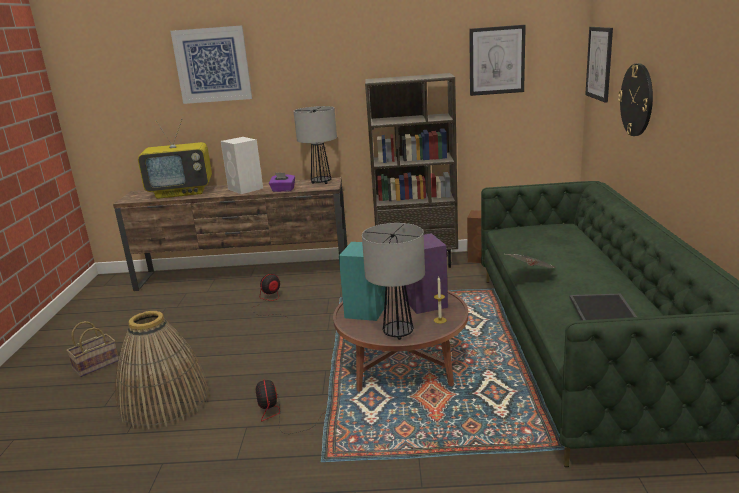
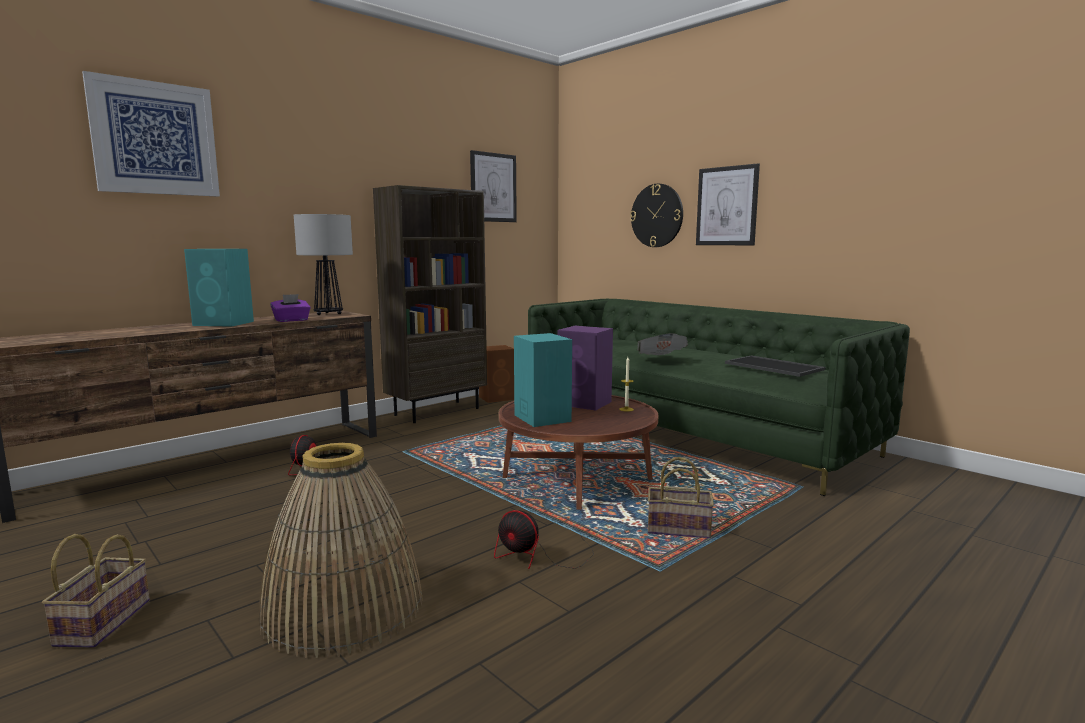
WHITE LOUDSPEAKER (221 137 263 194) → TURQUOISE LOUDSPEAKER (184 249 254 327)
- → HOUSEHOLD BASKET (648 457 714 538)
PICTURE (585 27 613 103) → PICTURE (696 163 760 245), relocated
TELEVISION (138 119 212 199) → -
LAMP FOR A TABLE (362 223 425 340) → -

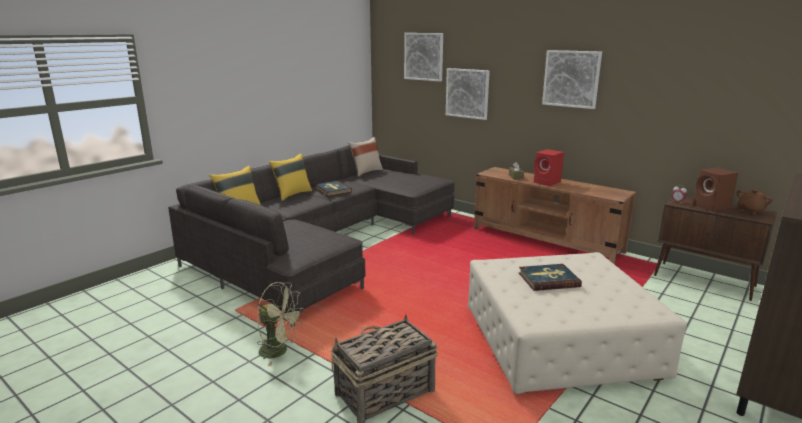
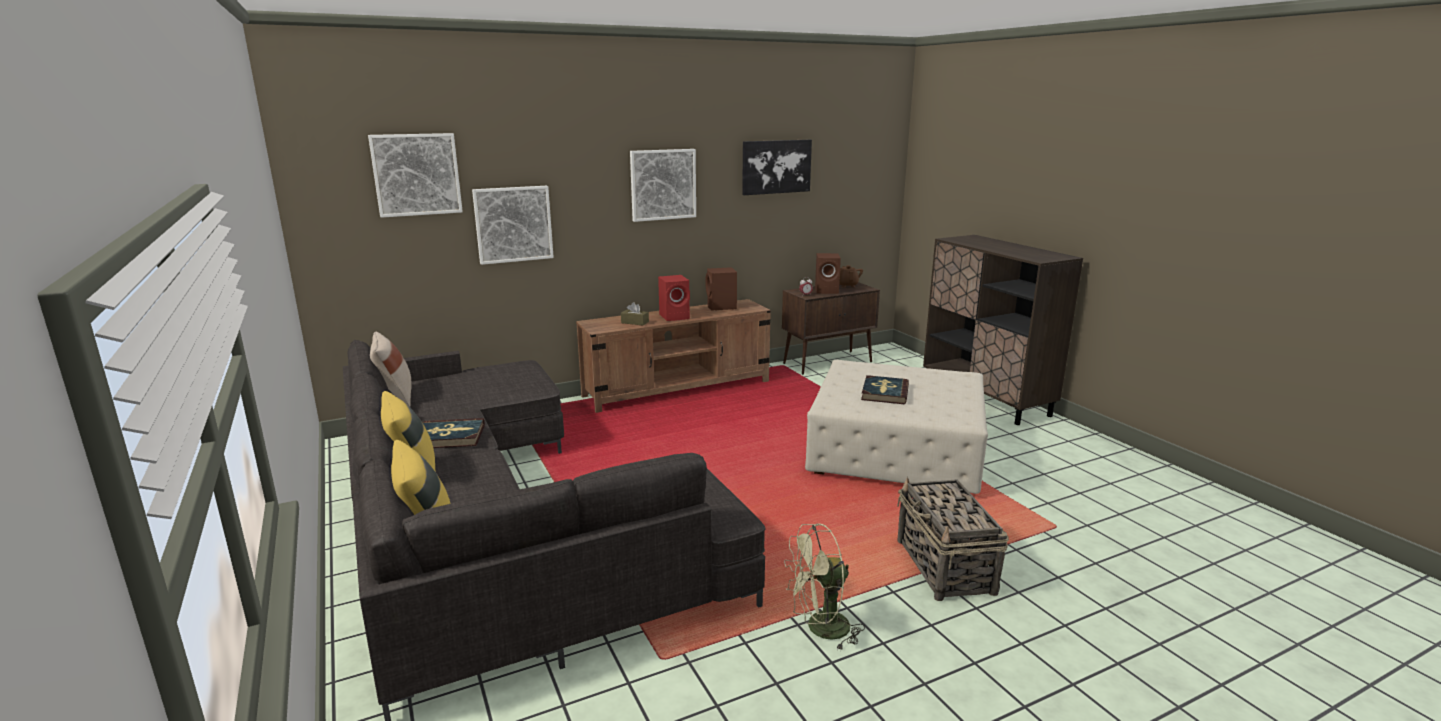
- → BROWNISH LOUDSPEAKER (706 267 737 311)
- → PICTURE (742 140 812 195)
GREENISH FAN (257 282 304 366) → GREENISH FAN (784 524 865 651), 150 degrees counterclockwise

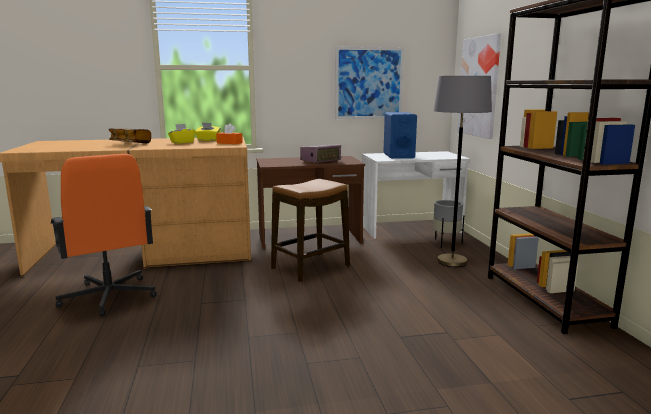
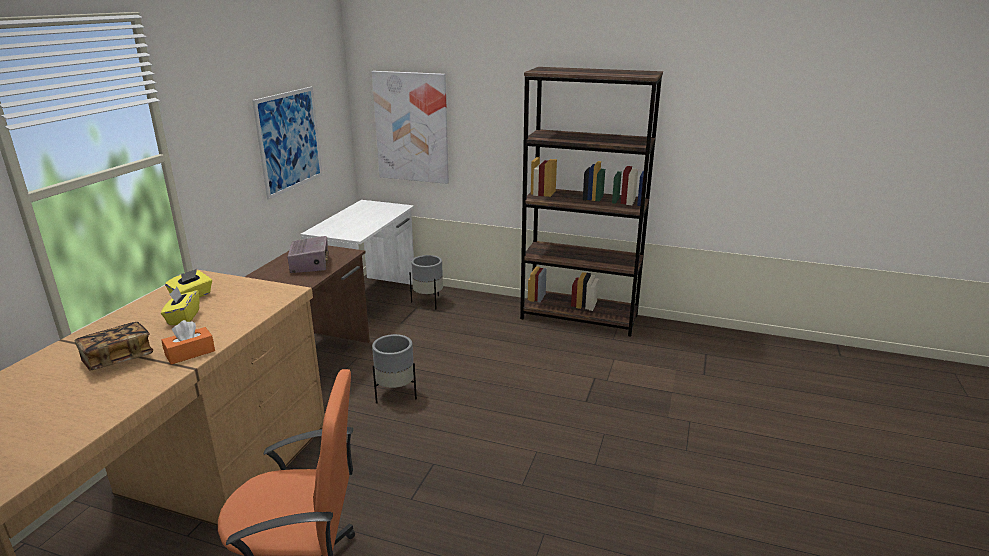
ORANGE TISSUE BOX (216 123 243 144) → ORANGE TISSUE BOX (161 320 215 365), relocated
STOOL SEAT (271 179 350 282) → GREY FLOWER POT (372 334 417 403)
BLUE LOUDSPEAKER (384 112 417 159) → -
GREY STANDARD LAMP (434 76 492 267) → -

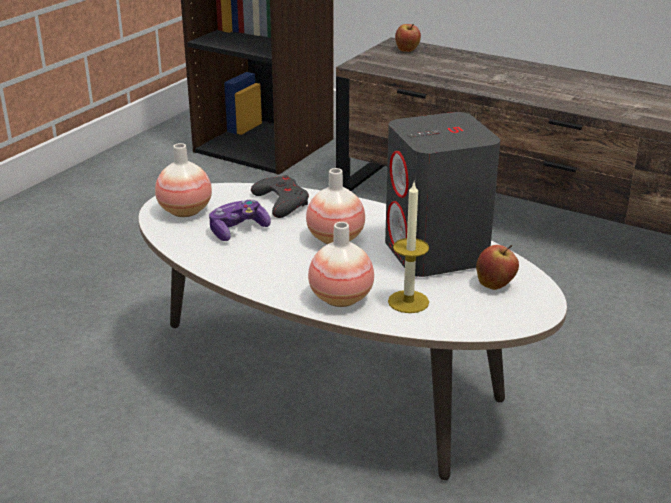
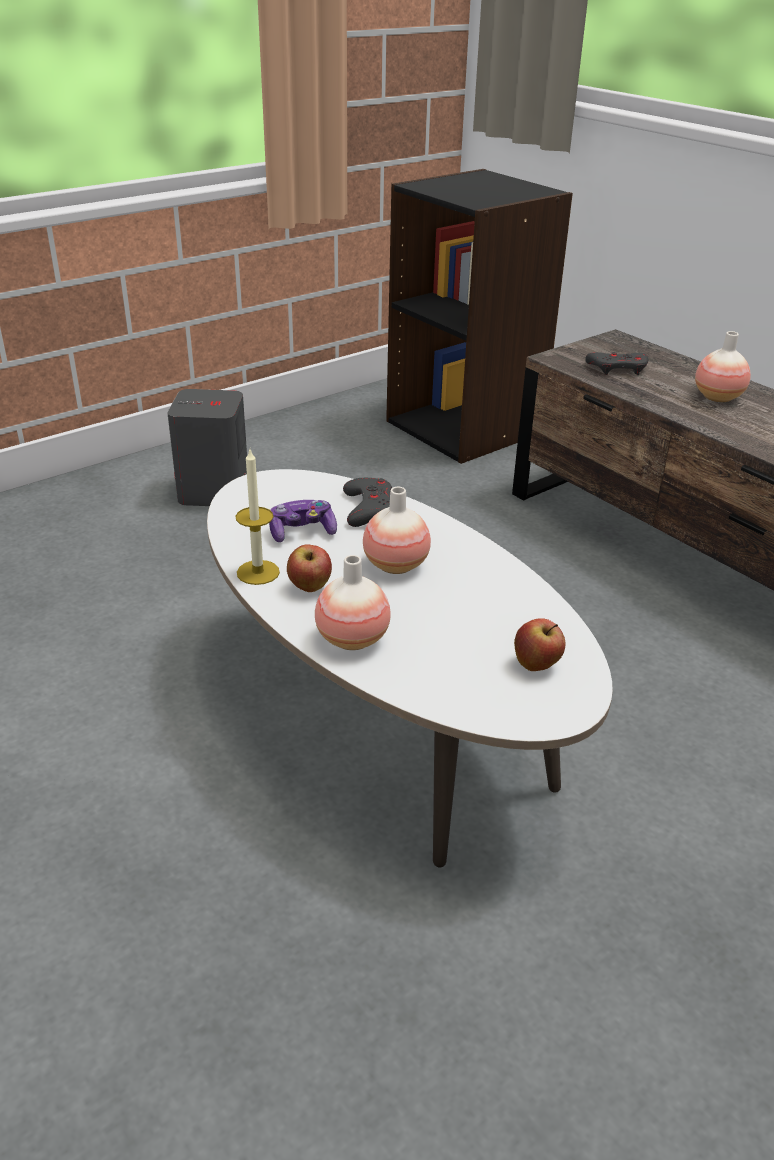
GREY LOUDSPEAKER (385 112 500 277) → GREY LOUDSPEAKER (167 389 247 506), relocated
WAX CANDLE (388 183 429 313) → WAX CANDLE (236 450 280 585), relocated
WHOLE APPLE (395 24 421 52) → WHOLE APPLE (287 544 332 592), relocated
- → GREY JOYPAD (585 352 648 375)
DECORATIVE VASE (155 143 212 217) → DECORATIVE VASE (695 331 751 402), relocated

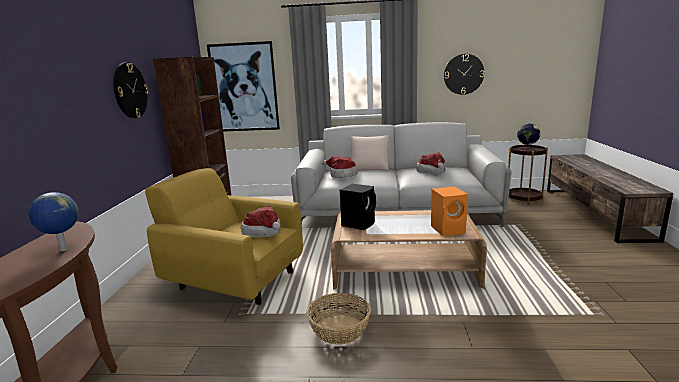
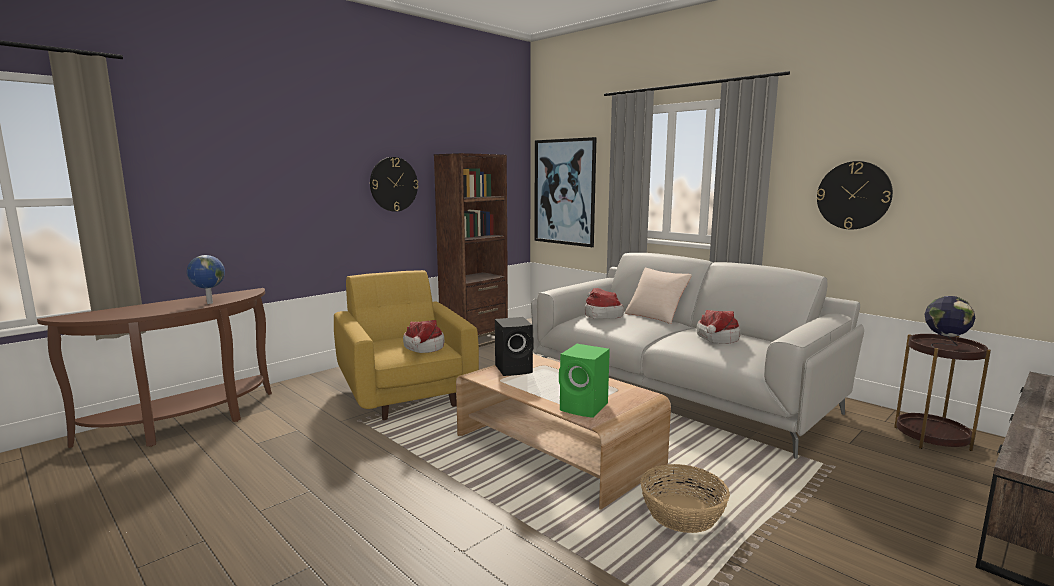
ORANGE LOUDSPEAKER (431 186 468 236) → GREENISH LOUDSPEAKER (559 344 610 418)
HOUSEHOLD BASKET (306 293 371 345) → HOUSEHOLD BASKET (640 464 730 533), relocated

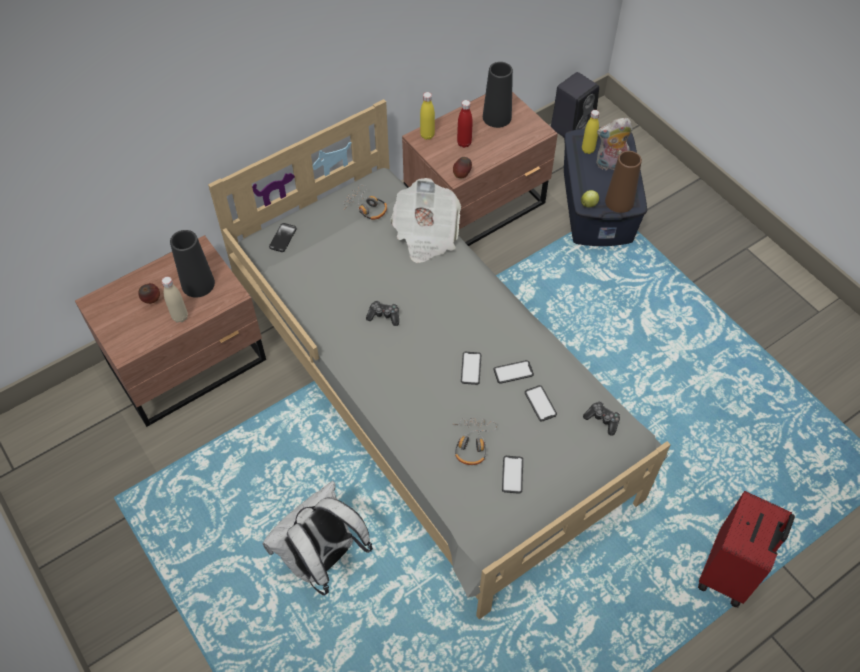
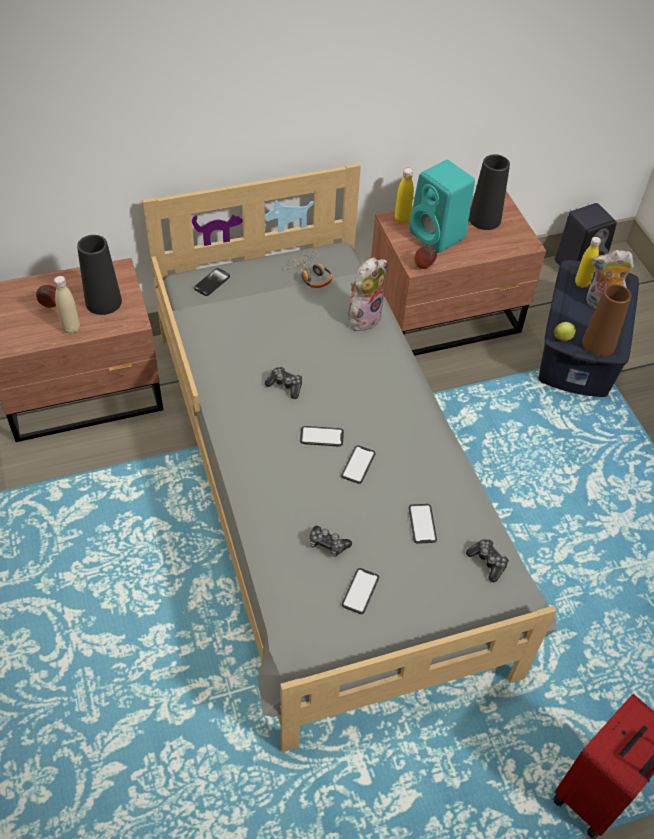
TELEPHONE (493 360 534 383) → TELEPHONE (300 426 344 447), relocated
PAIR OF HEADPHONES (454 418 497 465) → JOYPAD (310 526 352 557)
PRINTED PAPER (391 178 461 263) → CUDDLY TOY (348 258 387 331)
RED DRINK BOTTLE (457 100 473 148) → TURQUOISE LOUDSPEAKER (409 160 475 253)
WHITE KNAPSACK (262 481 373 596) → -

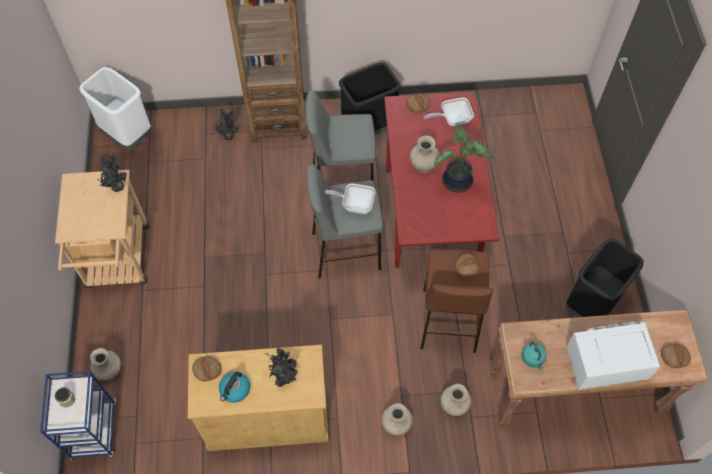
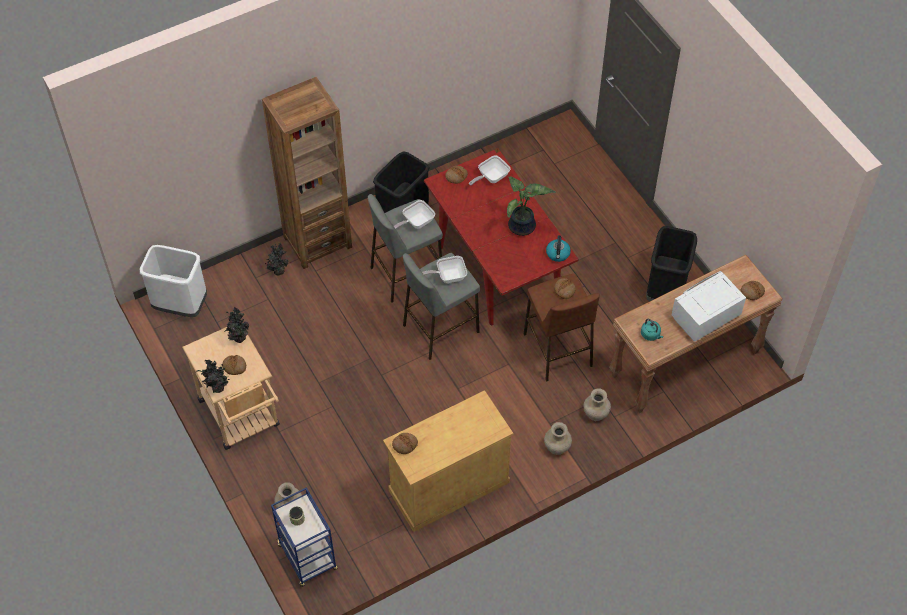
PLANT IN A POT (265 348 297 388) → PLANT IN A POT (197 360 229 393), relocated
- → BAKERY BREAD (223 355 246 375)
- → SKILLET (394 200 435 229)
KETTLE (219 371 250 403) → KETTLE (546 235 571 262), relocated
BEIGE DECORATIVE VASE (410 135 440 173) → -

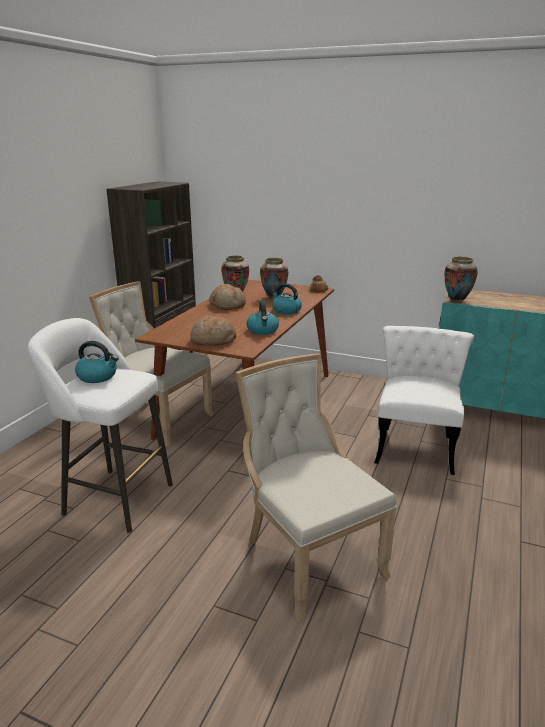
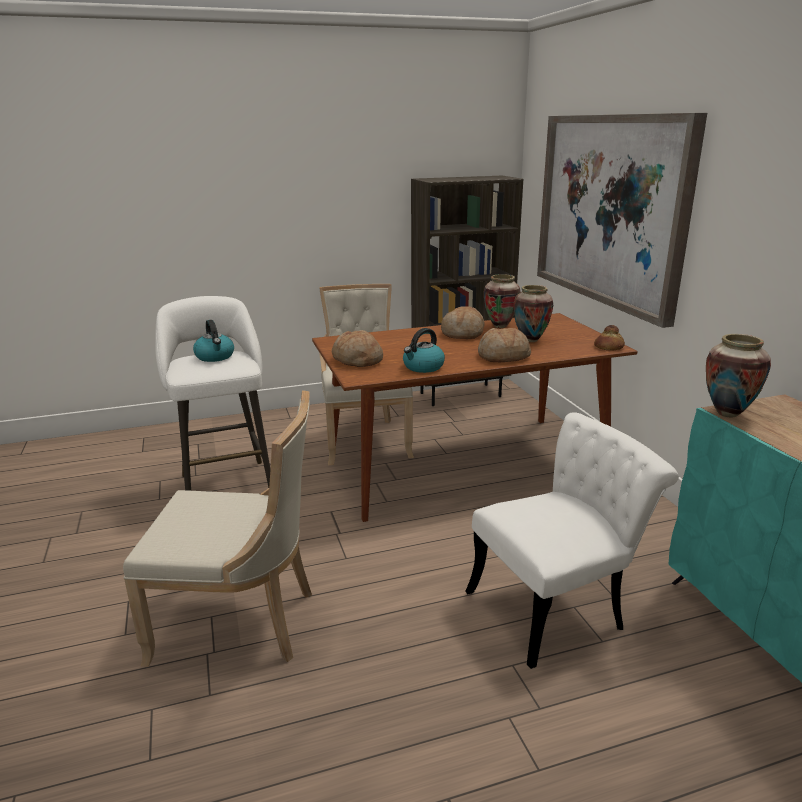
BEIGE CHAIR (236 353 397 622) → BEIGE CHAIR (123 390 312 667), 75 degrees clockwise
KETTLE (271 283 302 315) → BAKERY BREAD (478 328 531 362)
- → PICTURE (537 113 707 328)

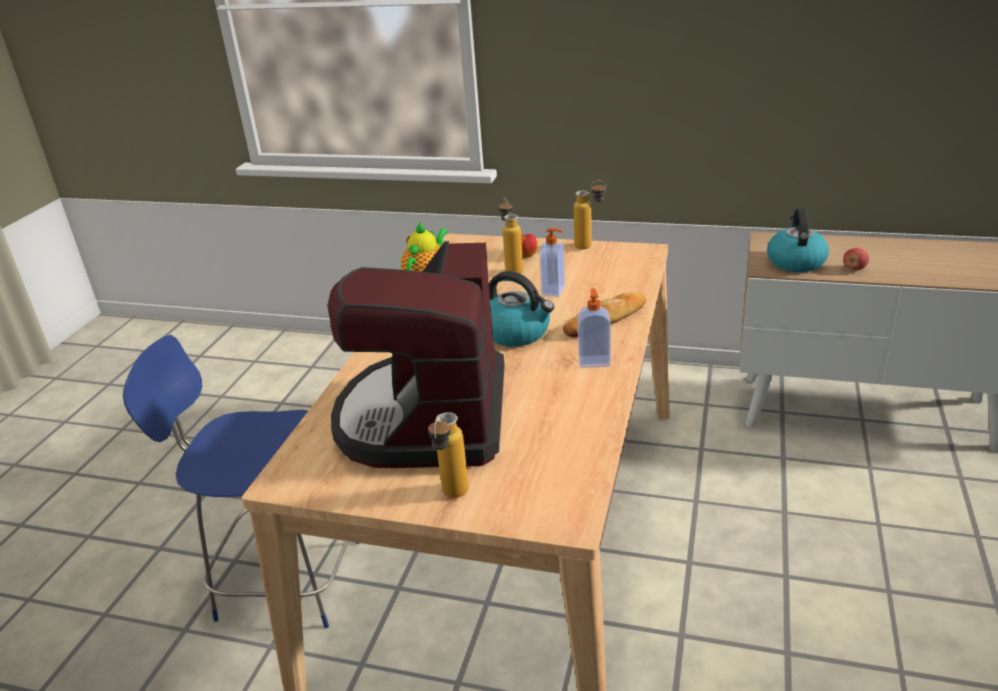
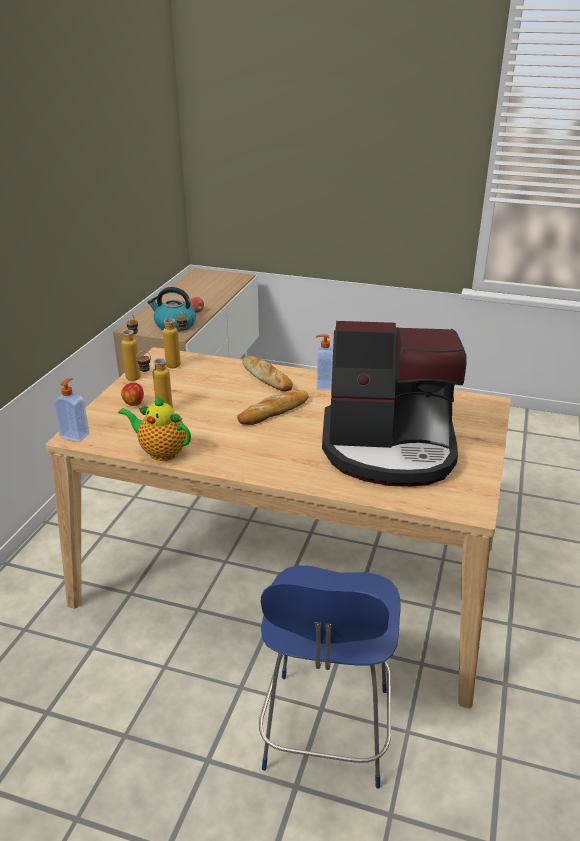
LIQUID SOAP BOTTLE (540 228 565 297) → LIQUID SOAP BOTTLE (54 378 90 442), relocated
DRINK BOTTLE (428 412 469 498) → DRINK BOTTLE (163 312 188 368), relocated
KETTLE (489 271 554 347) → BAKERY BREAD (237 390 309 425)

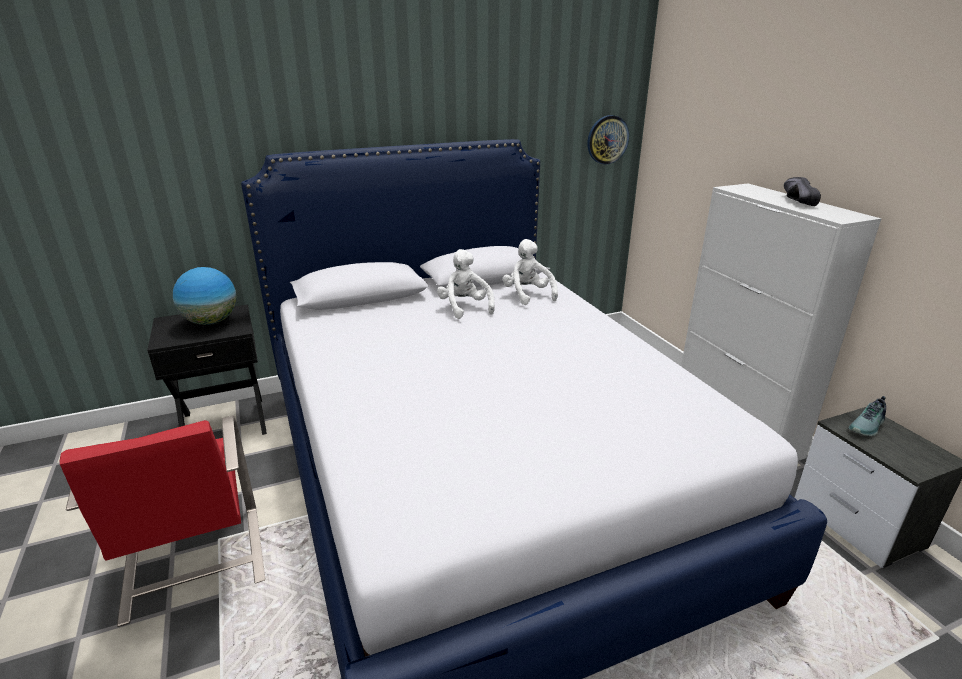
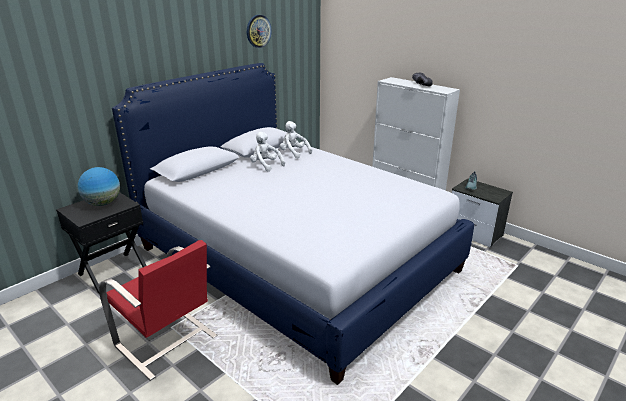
HANGING CLOCK (587 115 629 164) → HANGING CLOCK (247 15 272 48), relocated

